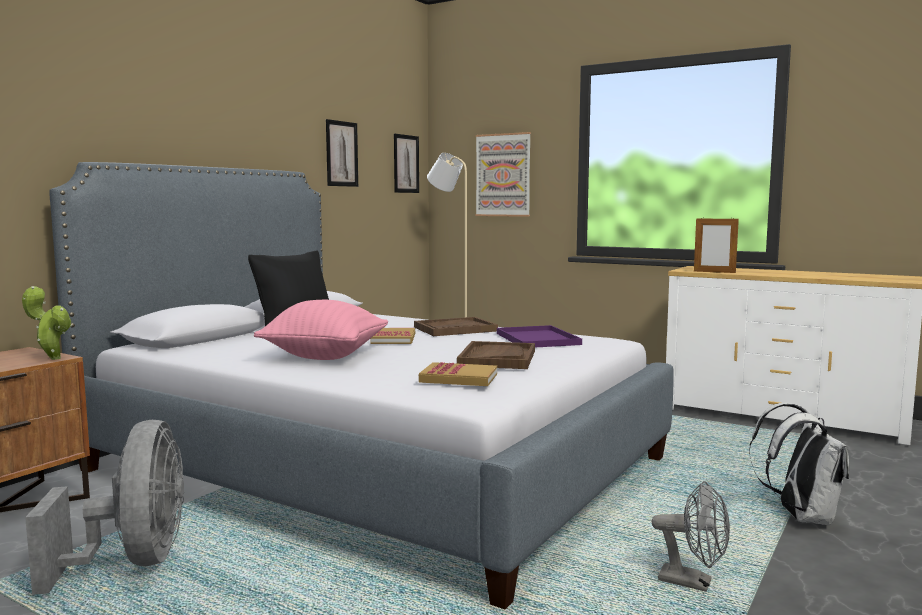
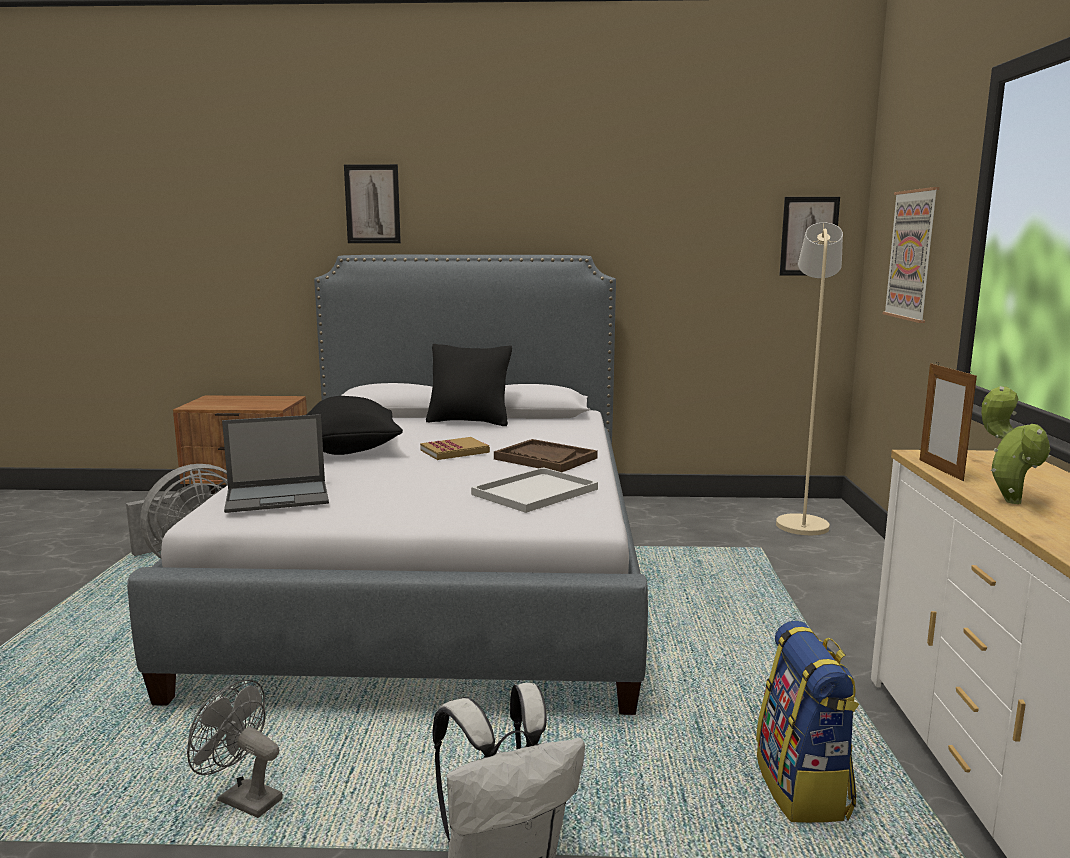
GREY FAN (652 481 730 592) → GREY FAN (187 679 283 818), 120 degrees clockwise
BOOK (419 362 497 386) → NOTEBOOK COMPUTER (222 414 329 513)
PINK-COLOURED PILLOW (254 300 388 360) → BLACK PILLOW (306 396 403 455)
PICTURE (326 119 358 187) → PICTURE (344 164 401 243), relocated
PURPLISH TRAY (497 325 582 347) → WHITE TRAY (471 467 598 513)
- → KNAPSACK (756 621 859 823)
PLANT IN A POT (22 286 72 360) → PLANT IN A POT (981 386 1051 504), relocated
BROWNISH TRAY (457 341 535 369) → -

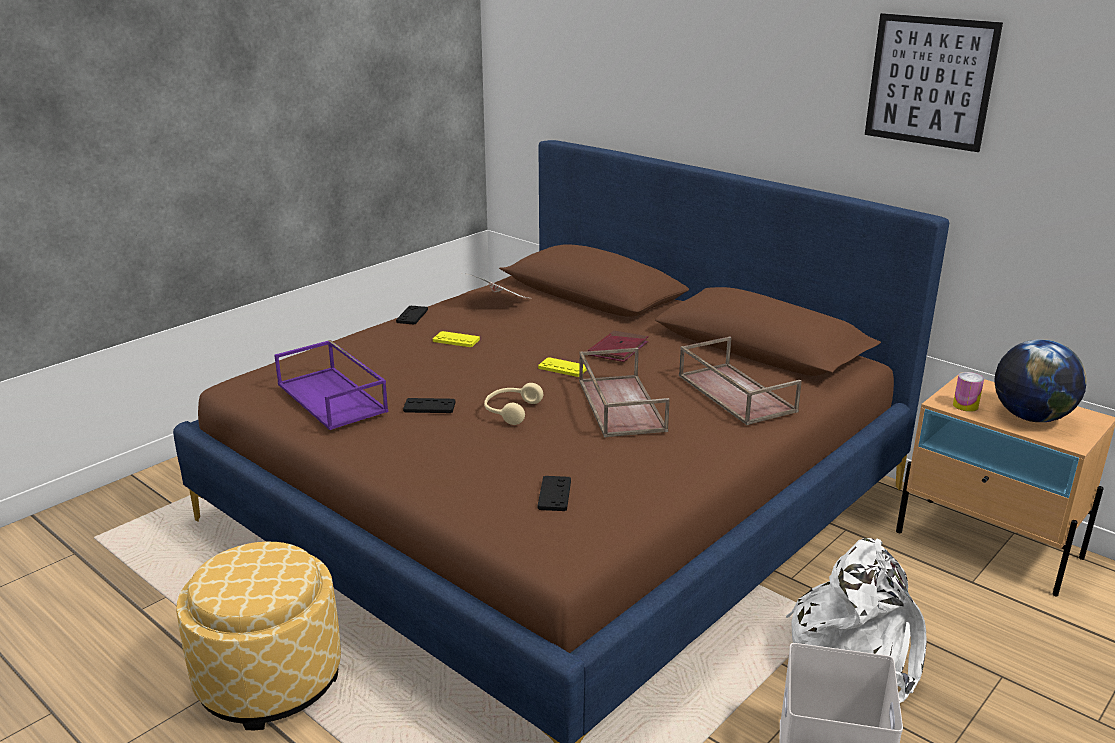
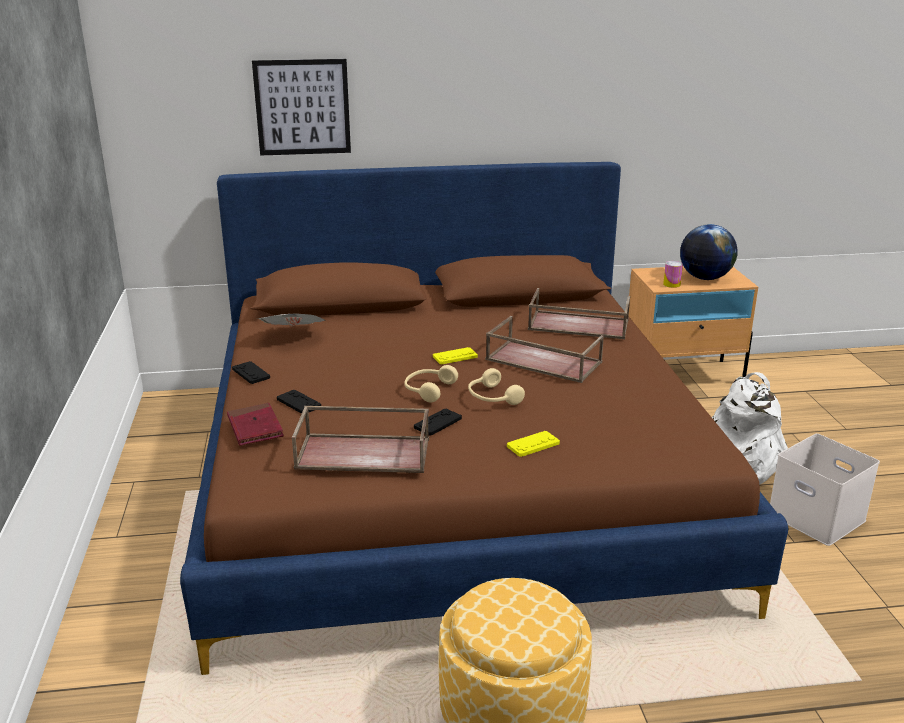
RED BOOK (588 331 649 362) → RED BOOK (227 403 284 446), relocated
PICTURE (865 13 1003 152) → PICTURE (252 59 351 155), relocated
BLACK JOYPAD (538 476 571 511) → BLACK JOYPAD (277 390 321 414), relocated
PURPLISH TRAY (274 340 388 430) → BROWNISH TRAY (292 406 429 473)
- → BEIGE PAIR OF HEADPHONES (404 365 458 402)
YELLOW JOYPAD (433 331 480 347) → YELLOW JOYPAD (507 431 560 457), relocated

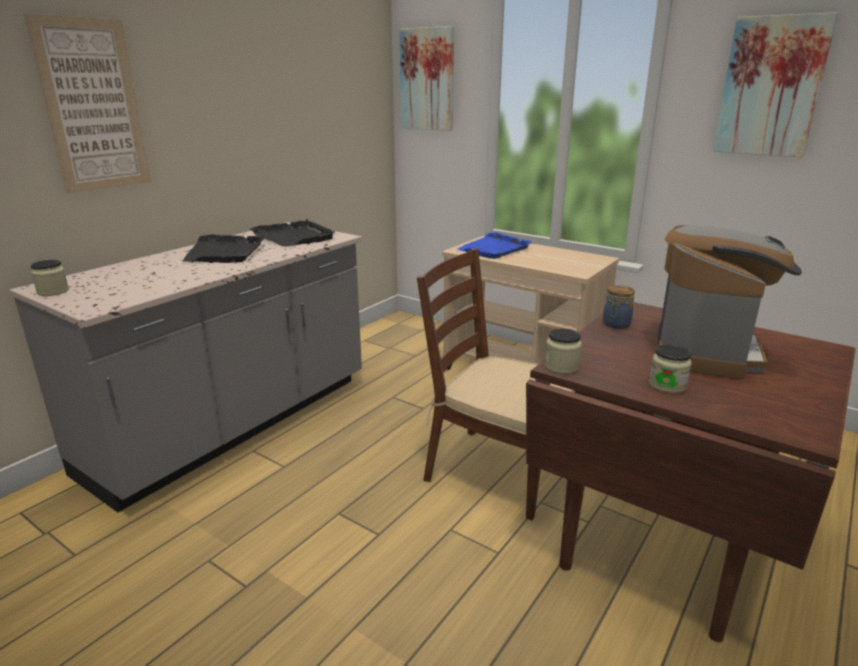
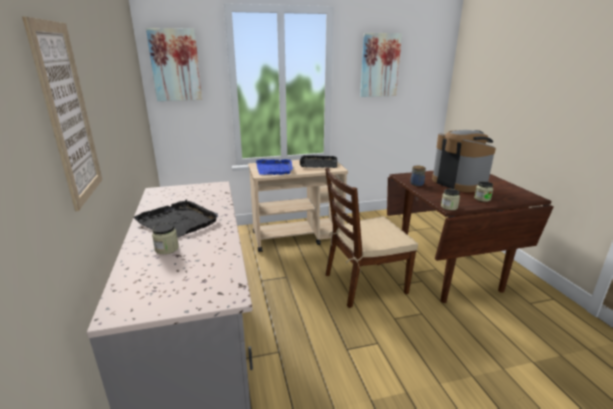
STORAGE JAR (31 260 69 296) → STORAGE JAR (152 223 179 254), relocated
BLACK TRAY (250 219 335 246) → BLACK TRAY (300 155 337 168), relocated

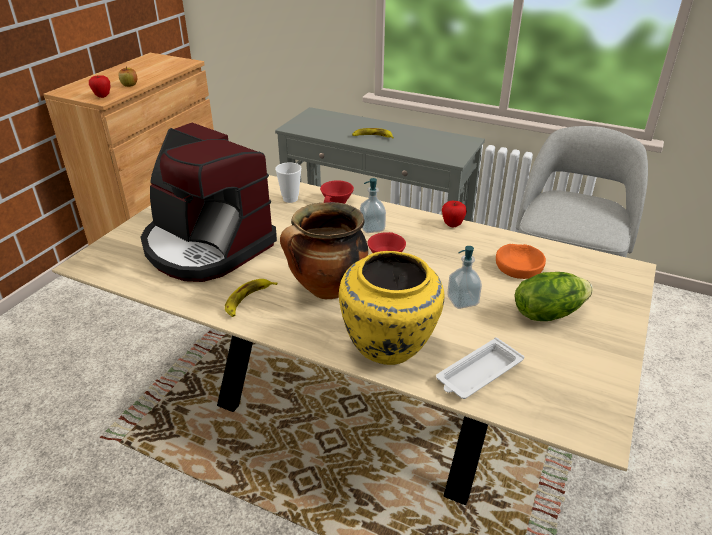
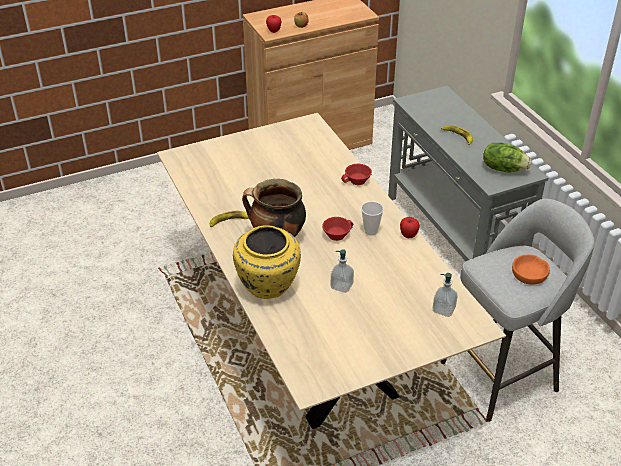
SMALL CUP (275 162 302 203) → SMALL CUP (361 201 384 236), relocated
LIQUID SOAP BOTTLE (360 178 386 233) → LIQUID SOAP BOTTLE (433 273 457 317), relocated
HEAD OF LETTUCE (515 272 593 321) → HEAD OF LETTUCE (483 143 532 172), relocated
ORANGE SERVING BOWL (496 244 546 279) → ORANGE SERVING BOWL (512 254 550 285), relocated
COFFEE BREWER (140 123 277 282) → -
WHITE TRAY (436 337 524 399) → -

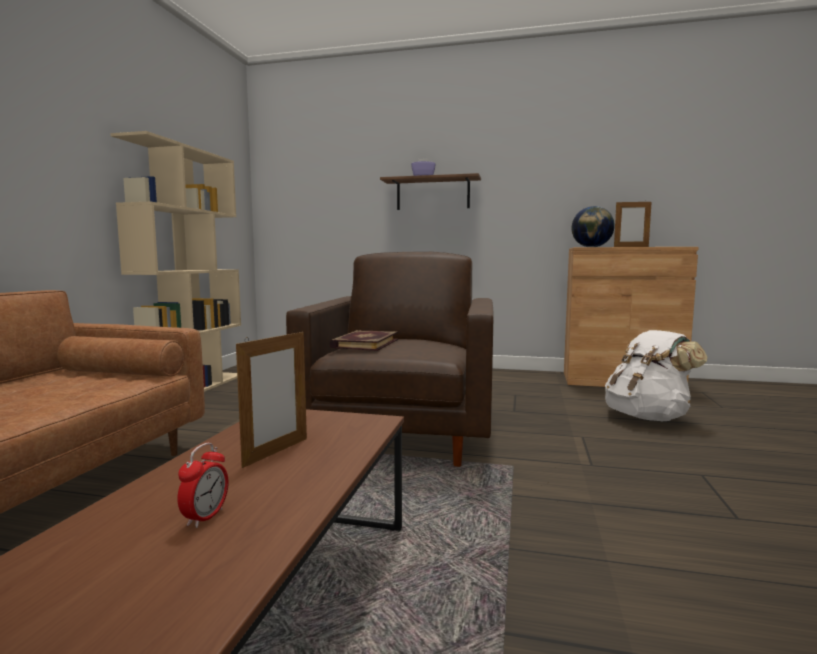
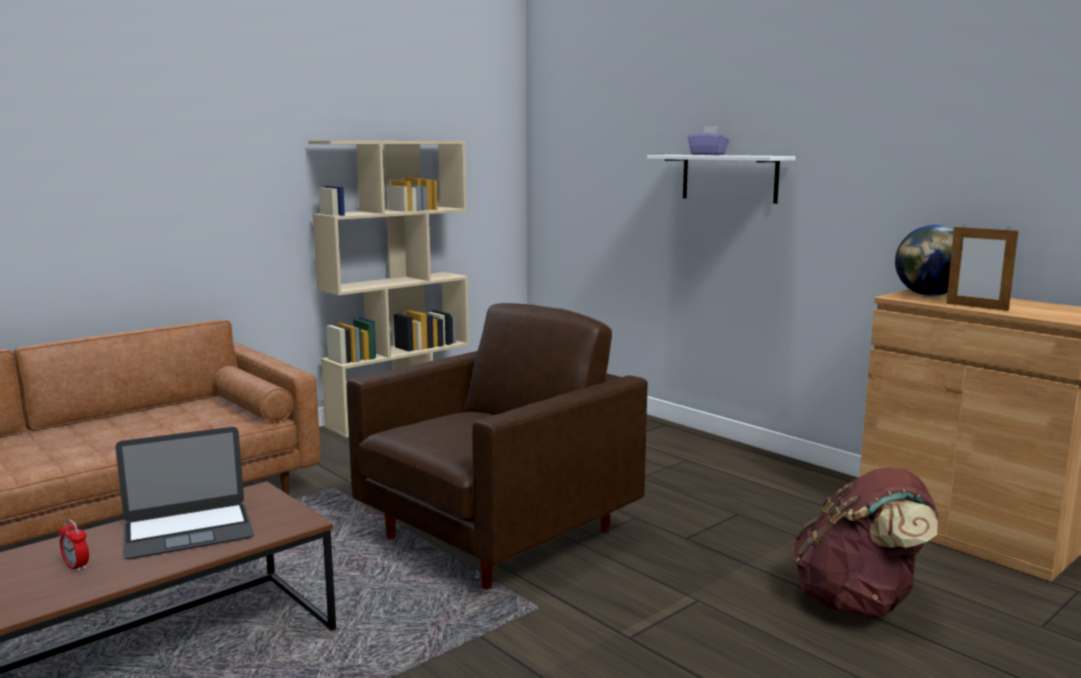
ALARM CLOCK (177 443 229 528) → ALARM CLOCK (59 519 89 572), 75 degrees clockwise
STANDING FRAME (236 329 307 468) → NOTEBOOK COMPUTER (115 427 254 559)
BROWNISH BRACKET SHELF (380 173 481 210) → WHITE BRACKET SHELF (647 155 795 204)
WHITE KNAPSACK (605 330 707 421) → BROWNISH KNAPSACK (794 467 939 618)
BOOK (329 330 398 351) → -

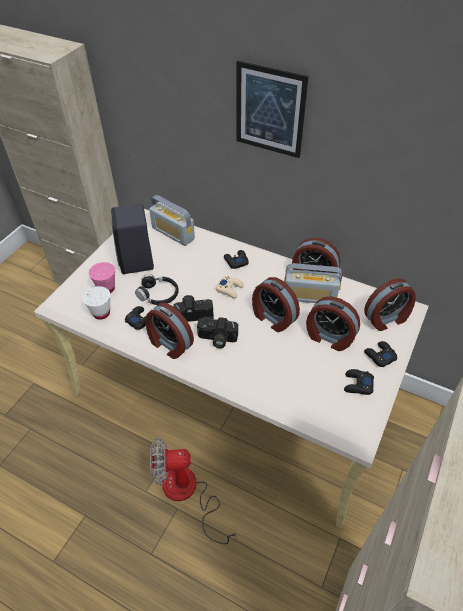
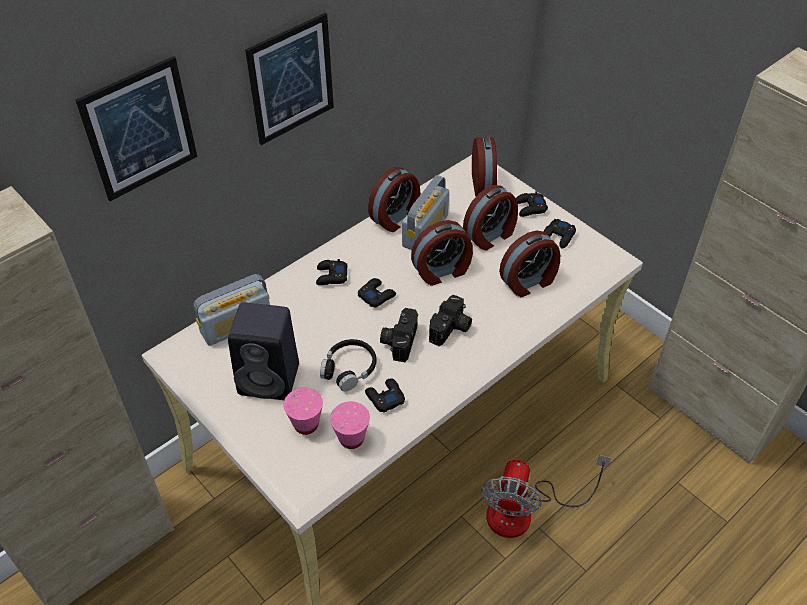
- → PICTURE (75 56 197 201)
WHITE SMALL CUP (83 286 110 320) → PINK-COLOURED SMALL CUP (330 402 370 449)
BEIGE JOYPAD (215 276 244 298) → BLACK JOYPAD (358 278 396 307)
ALARM CLOCK (146 303 194 359) → ALARM CLOCK (499 230 560 297), relocated

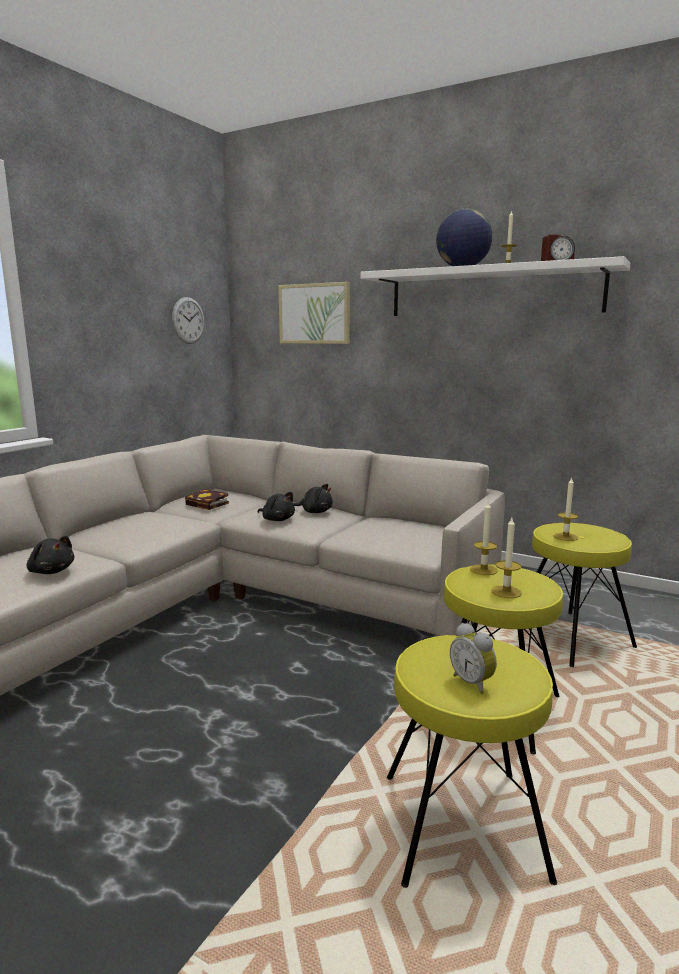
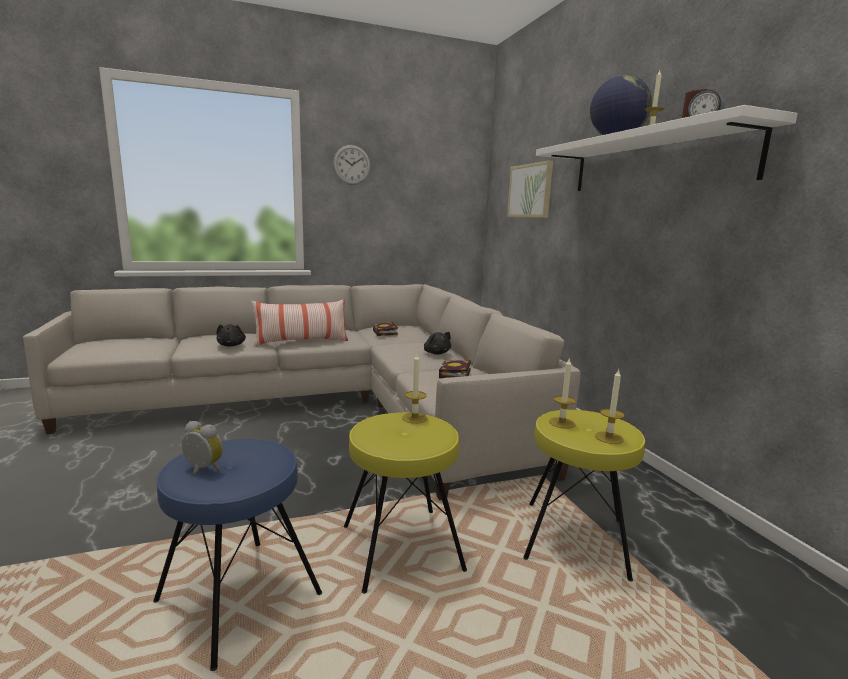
YELLOW STOOL SEAT (387 635 557 888) → BLUE STOOL SEAT (153 439 322 671)
ALARM CLOCK (450 623 497 694) → ALARM CLOCK (182 421 223 475), 105 degrees clockwise
- → PILLOW (251 299 348 346)
HANGING CLOCK (172 297 204 344) → HANGING CLOCK (333 145 370 185), relocated
- → BOOK (439 360 471 378)
WAX CANDLE (491 518 522 598) → WAX CANDLE (595 370 625 444), relocated
BLACK CUDDLY TOY (258 492 295 521) → -

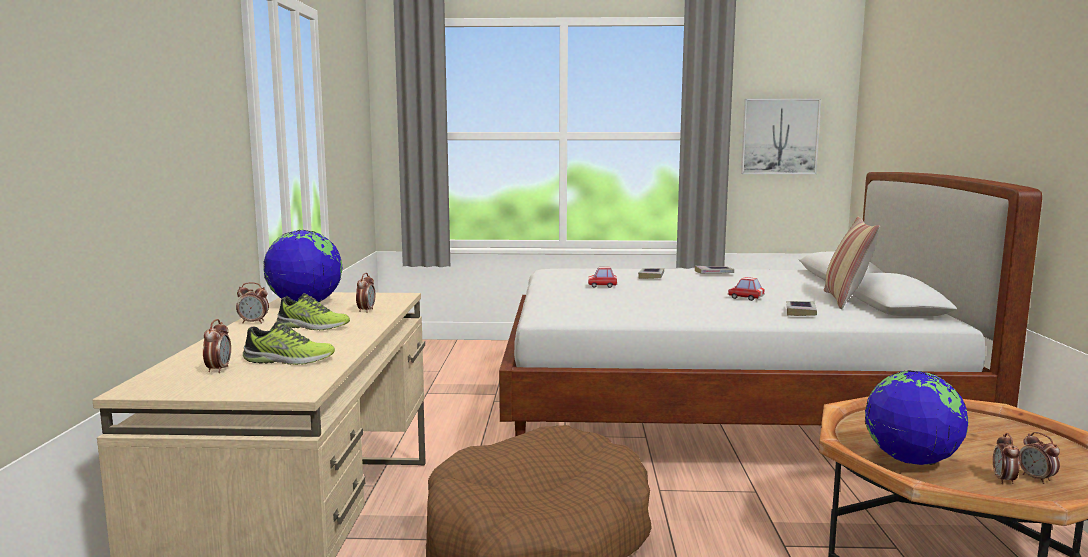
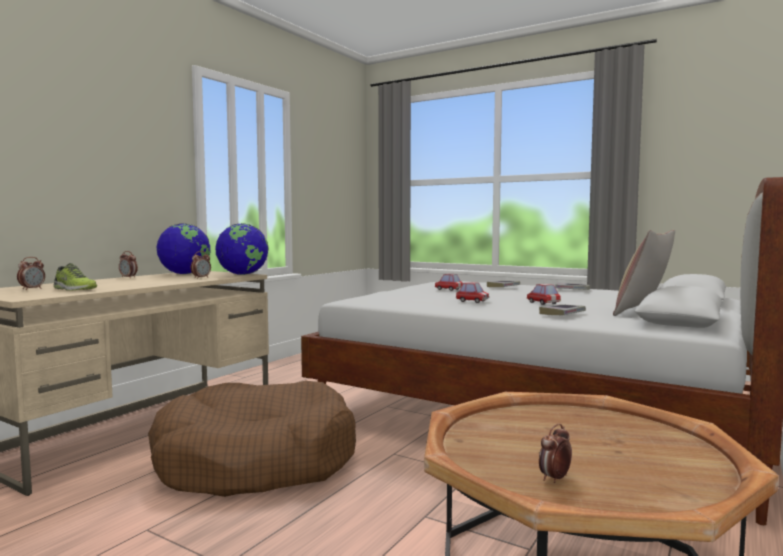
GLOBE (865 370 968 465) → GLOBE (215 223 269 275), relocated
- → MODEL CAR (456 282 489 303)
LOW SHOE (277 293 350 330) → -
PICTURE (741 99 821 174) → -
ALARM CLOCK (1019 432 1060 484) → -

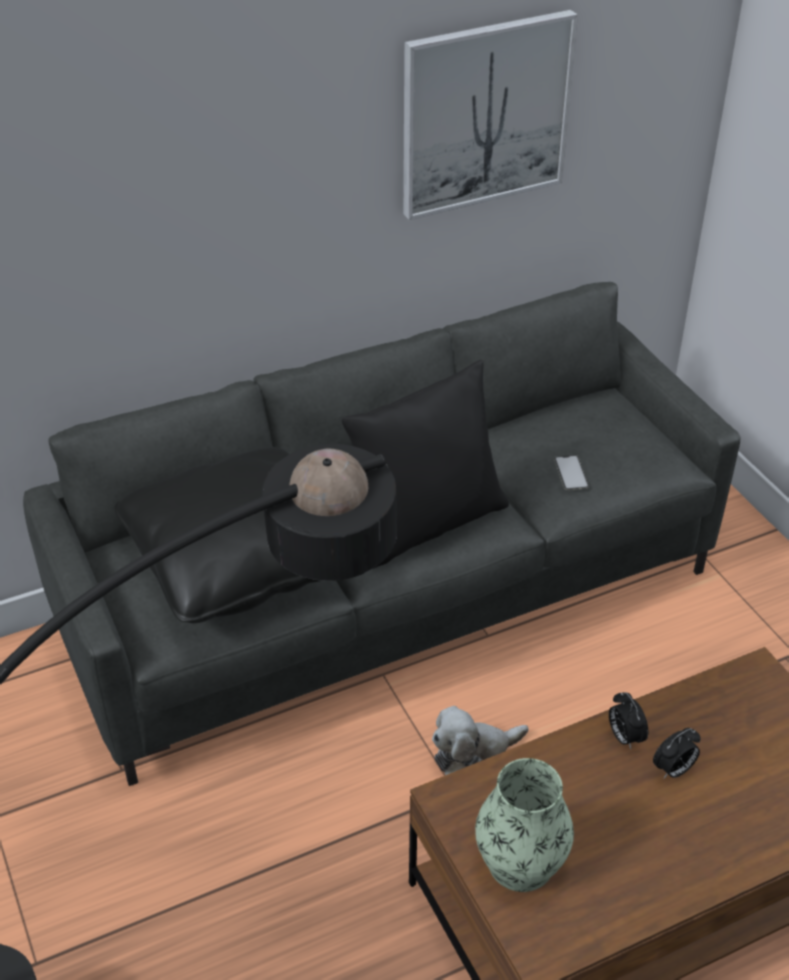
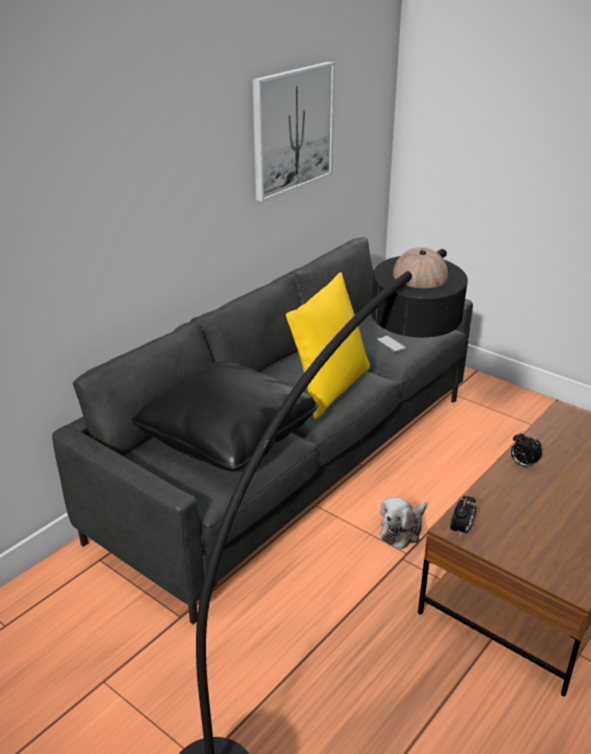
BLACK PILLOW (342 360 509 569) → YELLOW PILLOW (286 272 370 419)
ALARM CLOCK (653 728 701 778) → ALARM CLOCK (450 494 476 537), relocated
DECORATIVE VASE (475 758 574 892) → -

